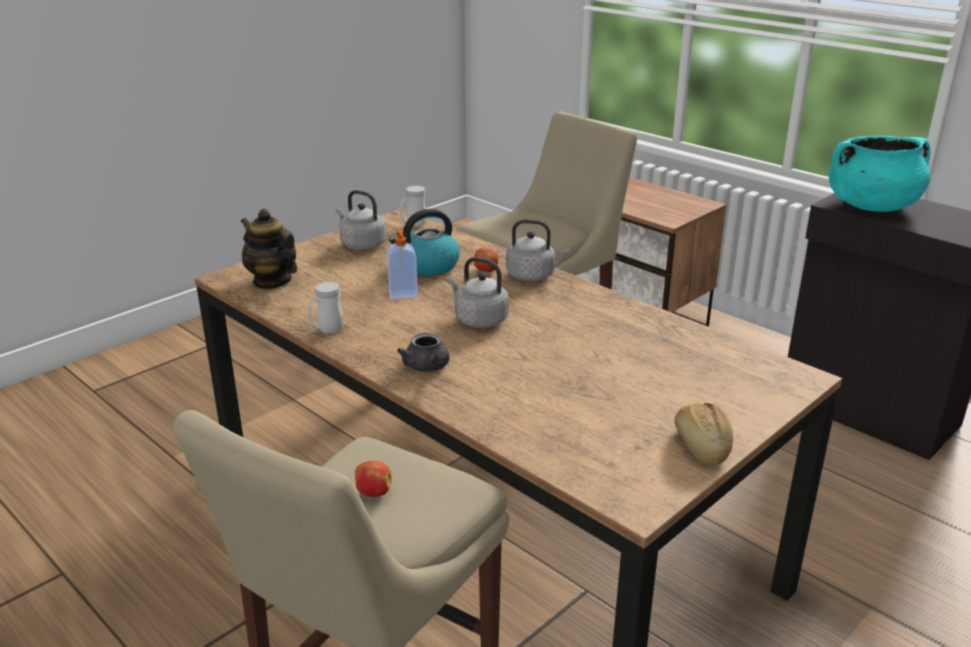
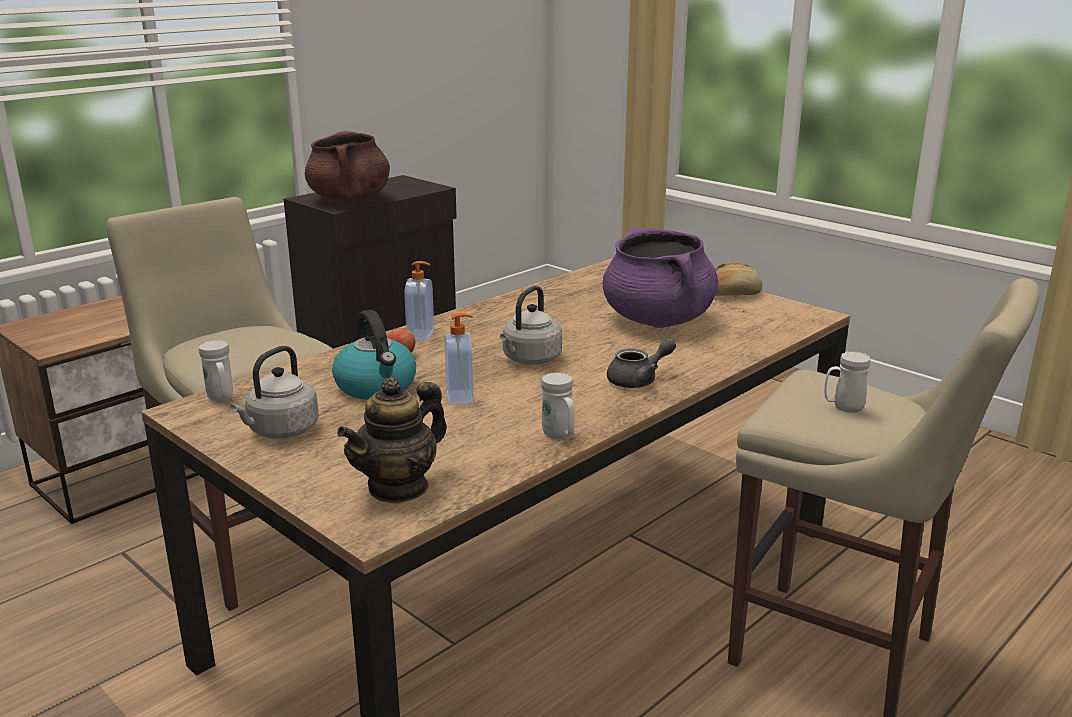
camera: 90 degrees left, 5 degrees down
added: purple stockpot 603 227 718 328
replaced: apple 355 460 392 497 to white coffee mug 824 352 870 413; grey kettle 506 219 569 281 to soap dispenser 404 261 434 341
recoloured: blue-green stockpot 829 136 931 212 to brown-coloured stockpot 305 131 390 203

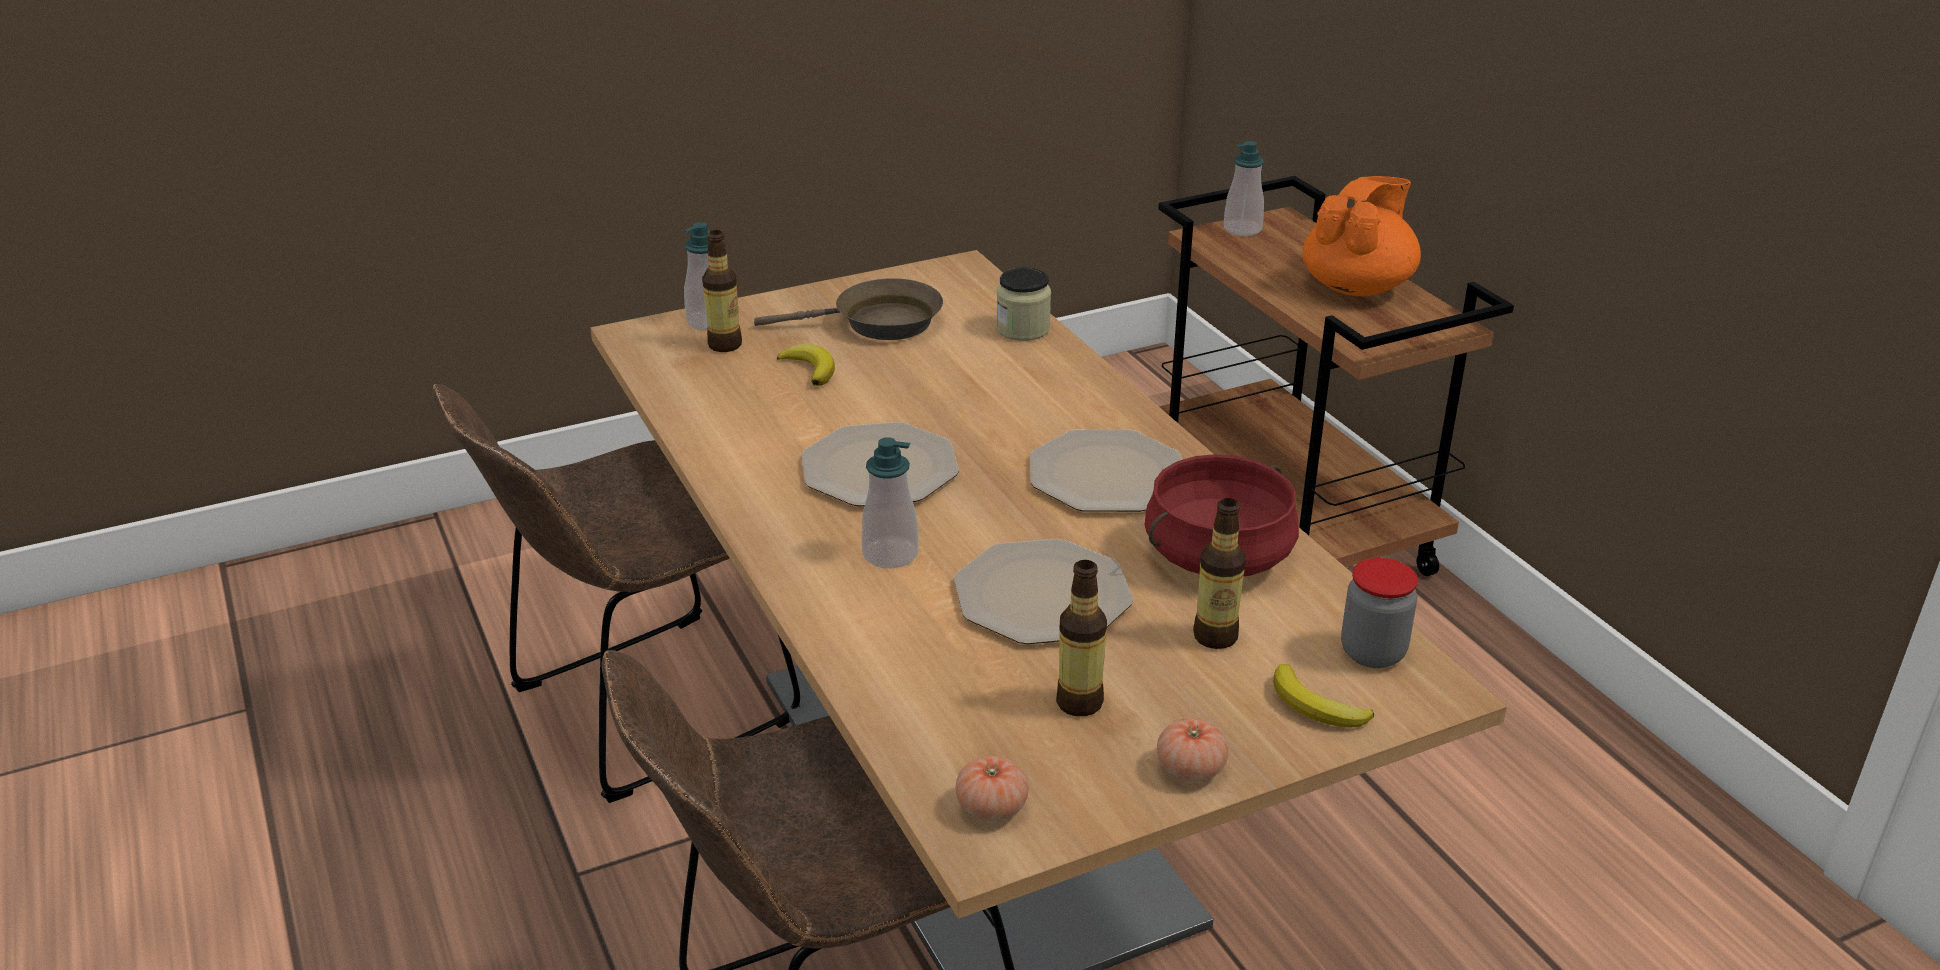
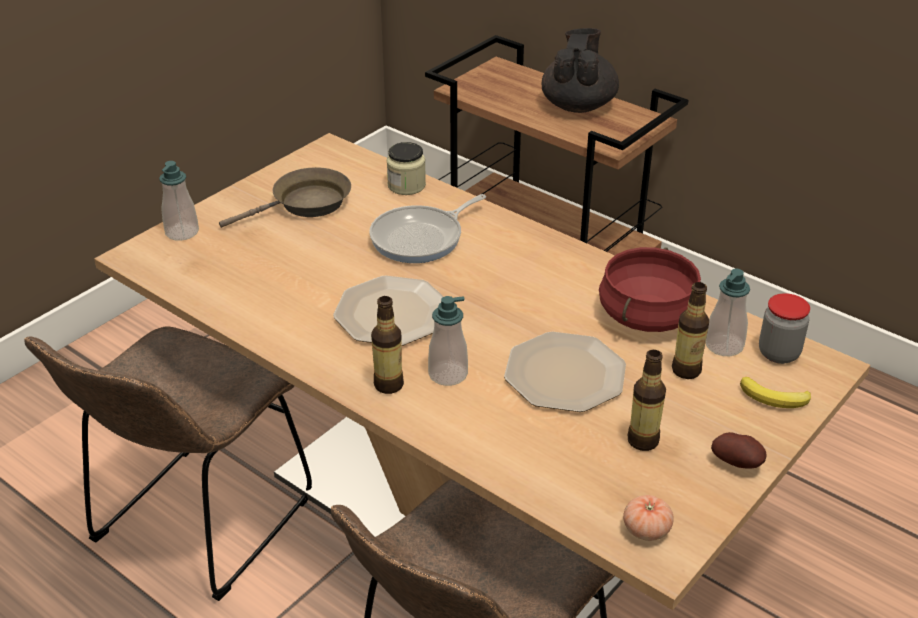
camera: 25 degrees left, 5 degrees up
removed: whole banana 777 344 835 386; dinner plate 1030 429 1182 512
added: pan 369 194 486 263
moved: bottle 702 230 742 352 to 371 296 404 394; soap dispenser 1224 141 1264 236 to 706 269 750 356
replaced: tomato 1157 718 1228 782 to whole potato 711 432 767 468
recoloured: orange teapot 1302 176 1421 296 to black-coloured teapot 542 28 619 113

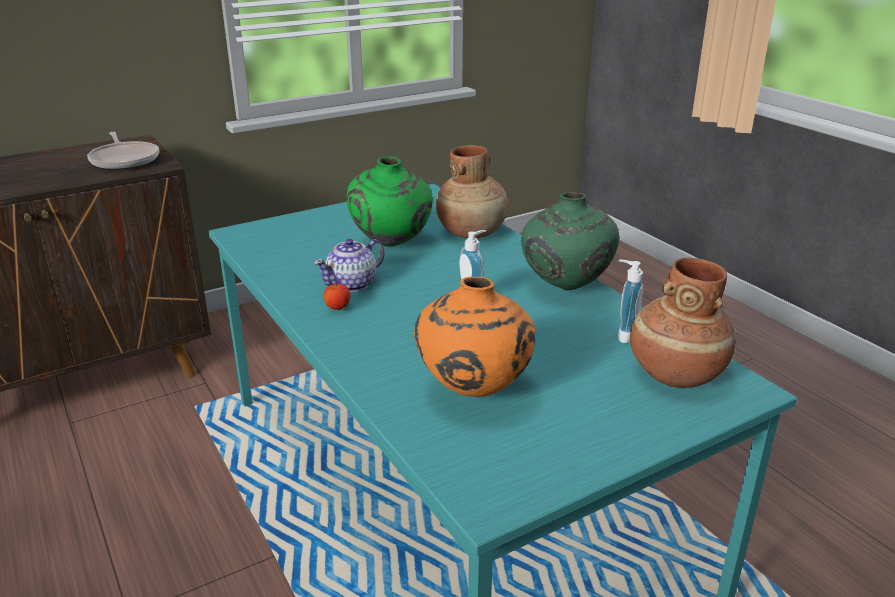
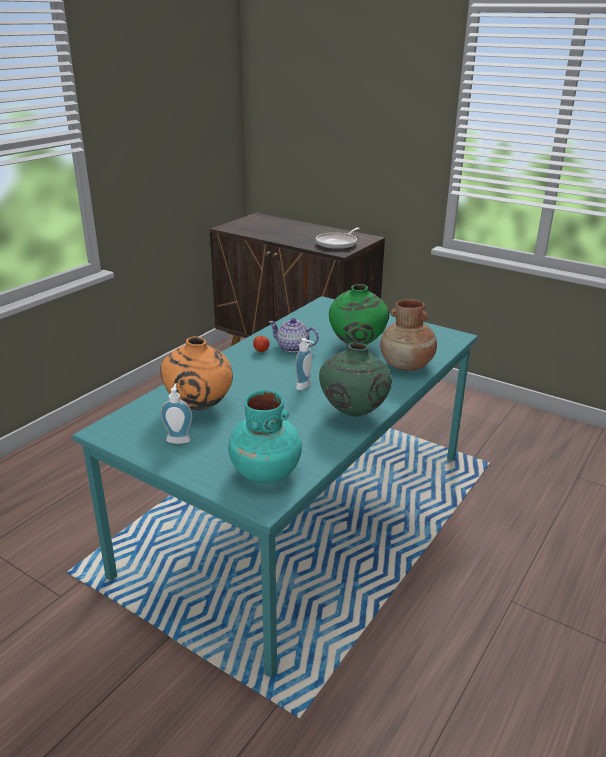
camera: 65 degrees right, 0 degrees up
moved: soap dispenser 618 260 643 343 to 160 383 192 444
recoloured: brown-coloured flower vase 630 258 736 388 to blue-green flower vase 228 390 302 483

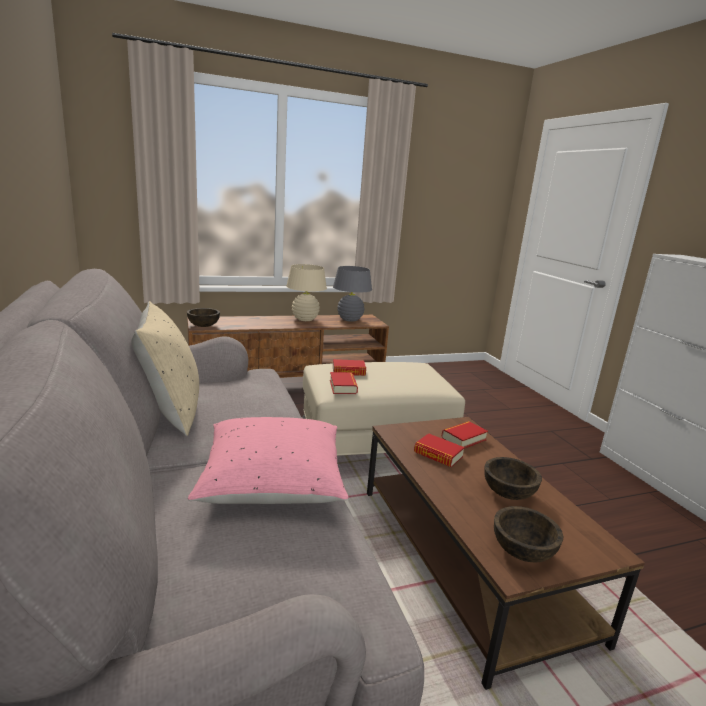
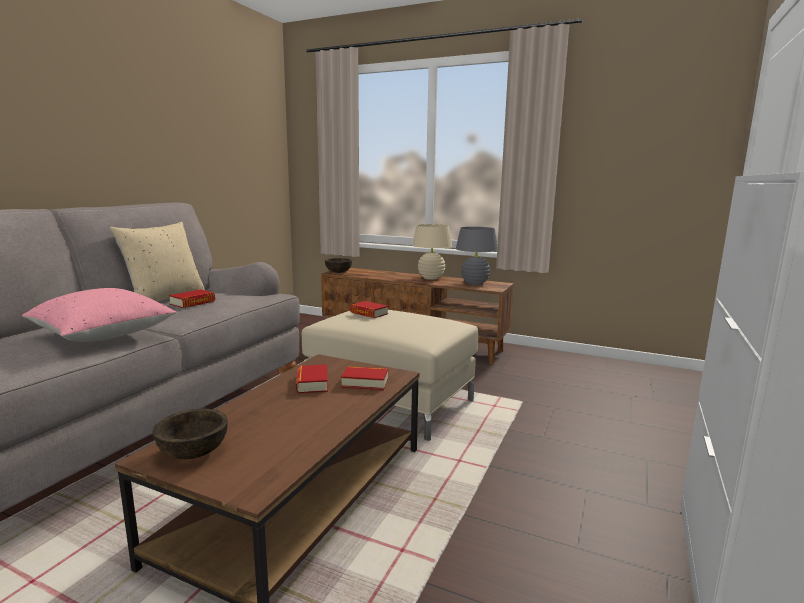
camera: 45 degrees right, 5 degrees down
removed: brown-coloured deep dish 484 457 542 500
moved: volume 330 372 358 394 to 169 289 215 308

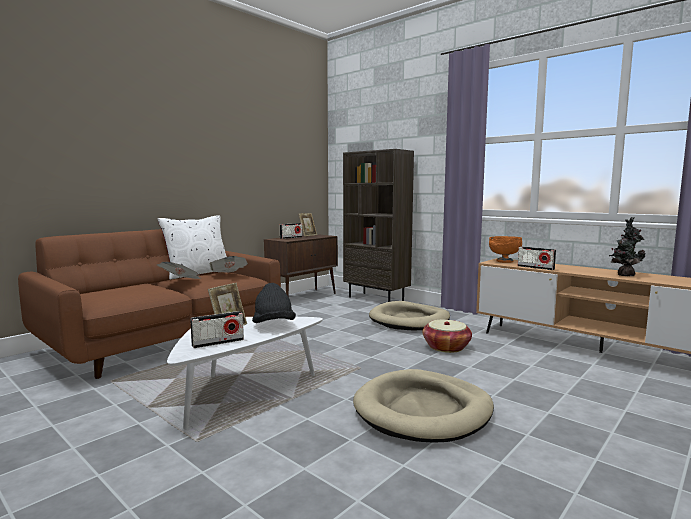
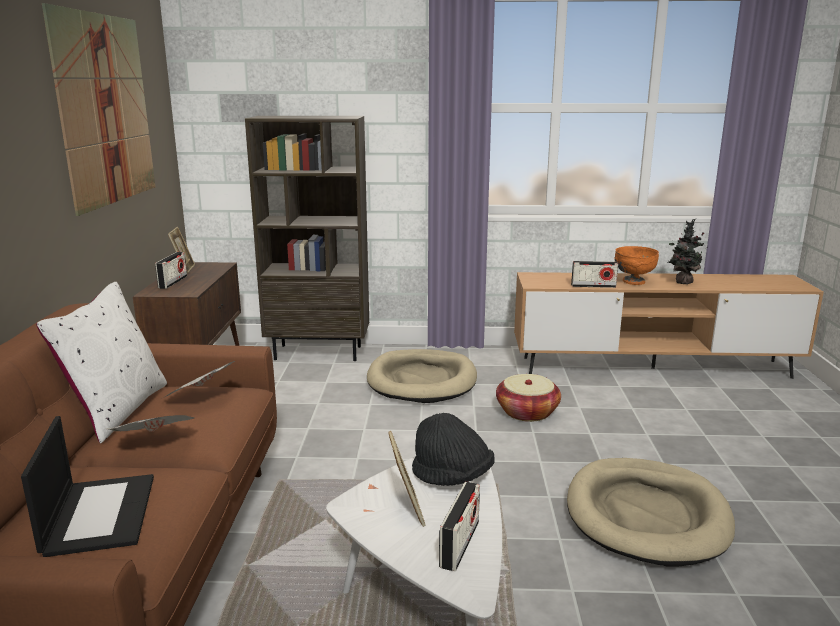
camera: 40 degrees left, 10 degrees up
added: portable computer 21 416 154 557; wall art 42 3 155 216
moved: orange deep dish 489 236 522 263 to 614 246 659 285

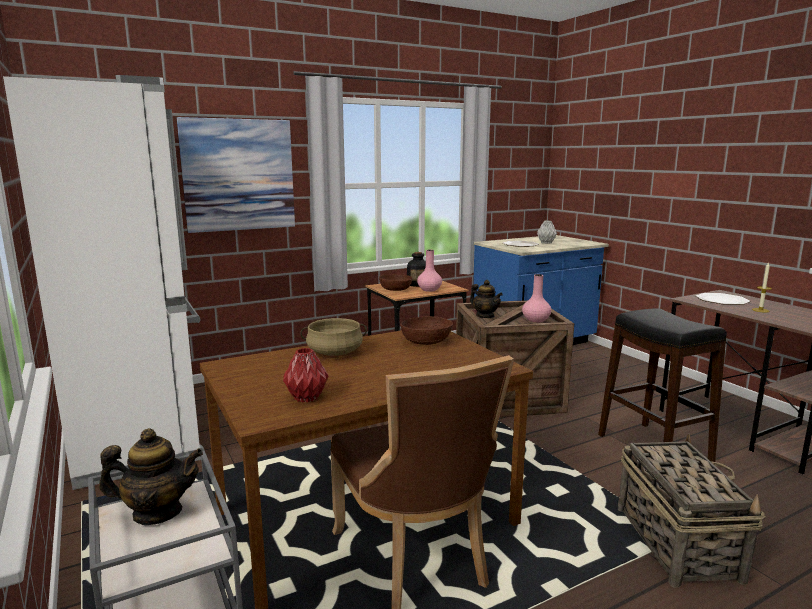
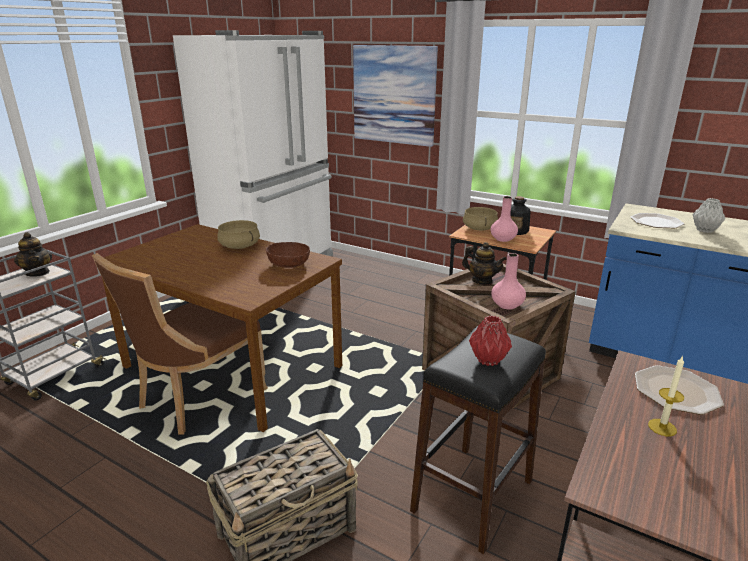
camera: 60 degrees right, 10 degrees up
moved: red-coloured flower vase 283 348 329 403 to 469 315 512 366
replaced: brown-coloured deep dish 379 275 412 291 to sand-coloured stockpot 463 207 498 231
turned: teapot 470 280 503 318 = 462 242 507 284 75 degrees counterclockwise

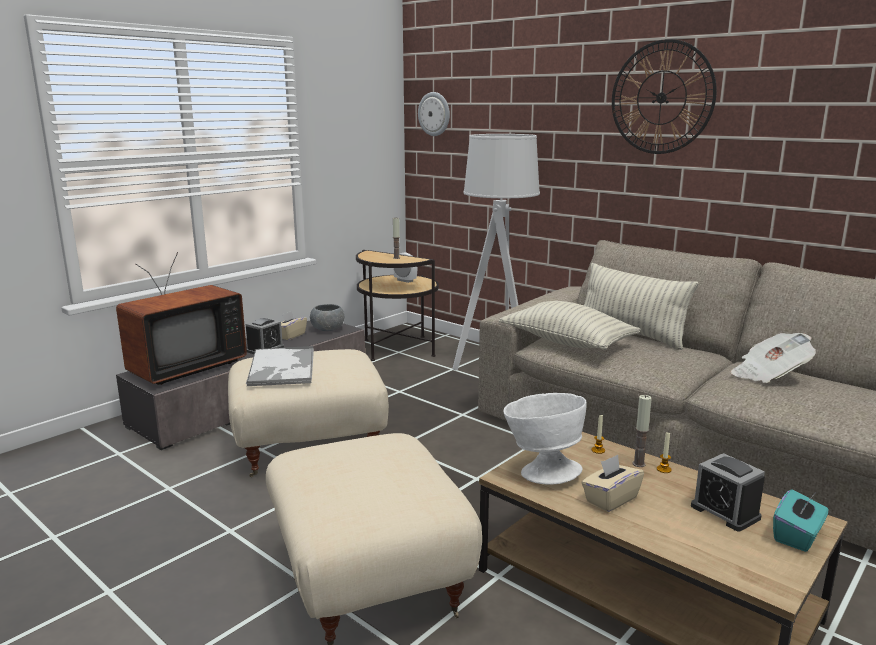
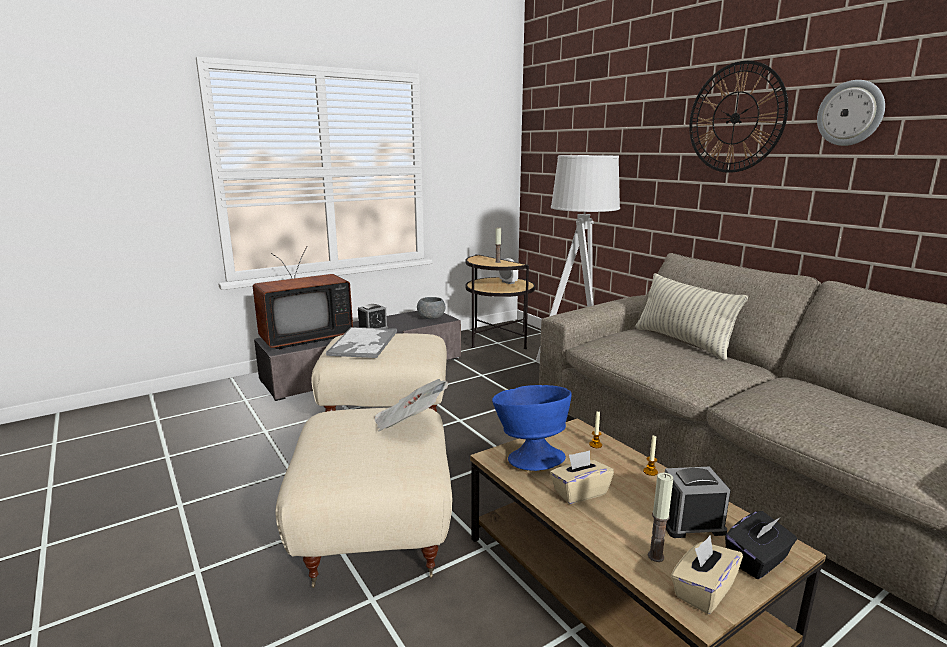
camera: 15 degrees right, 0 degrees up
removed: cushion 499 301 641 350
moved: sand-coloured box of tissues 281 311 307 340 to 671 535 743 614; clock on the wall 418 92 450 136 to 817 80 885 146; wax light 632 395 652 467 to 648 473 673 562; daily paper 731 333 816 383 to 374 379 448 432
recoloured: white deep dish 503 393 587 485 to blue deep dish 492 385 571 471; blue-green box of tissues 773 489 829 552 to black-coloured box of tissues 725 511 797 579
turned: alarm clock 691 453 765 531 = 665 466 731 538 105 degrees clockwise

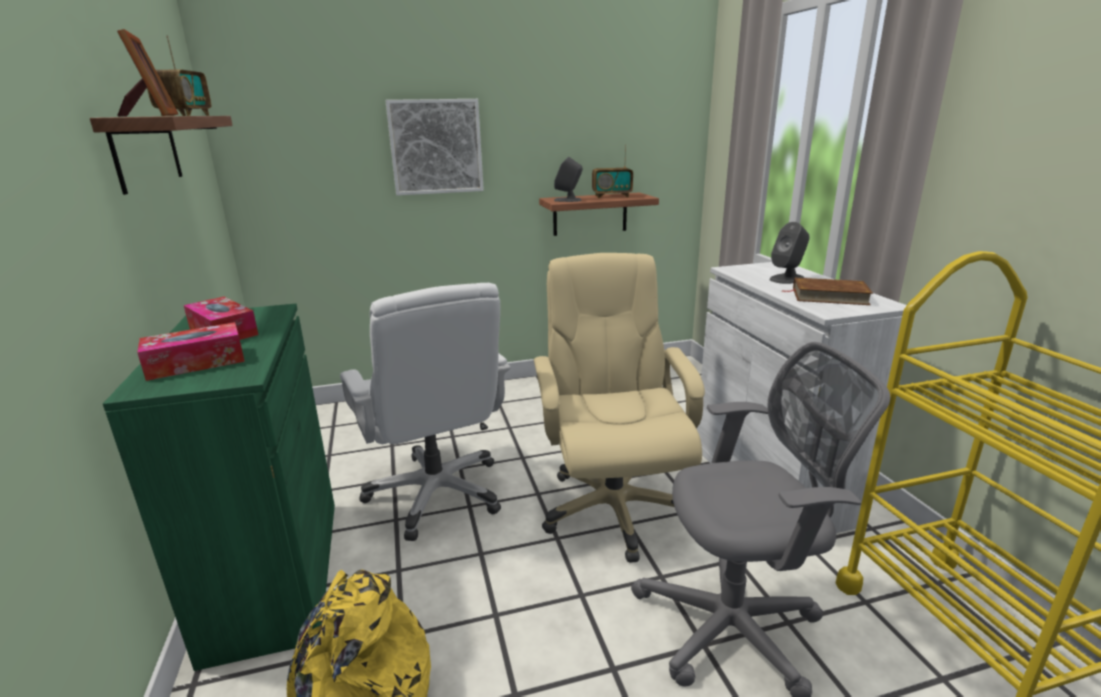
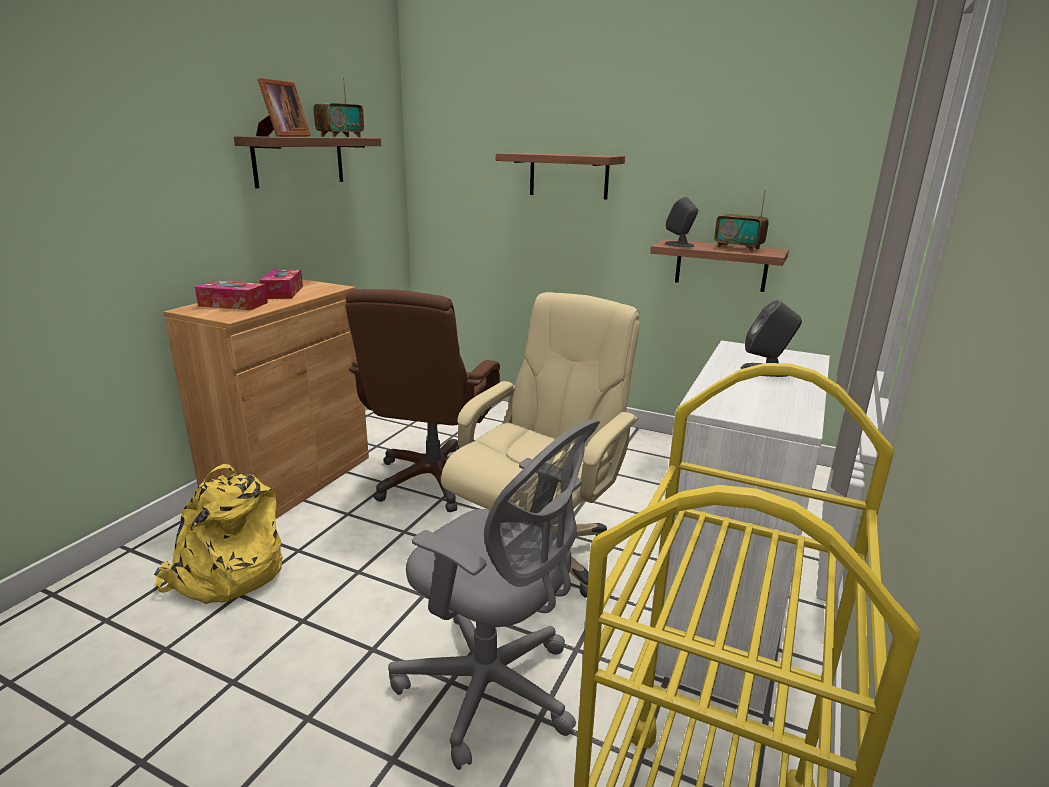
camera: 40 degrees right, 0 degrees up
removed: brown-coloured volume 782 278 873 305
replaced: wall art 385 99 484 196 to bracket shelf 496 153 625 199
recoloured: green cupboard 103 304 335 671 to brown-coloured cupboard 164 279 369 519; white desk chair 340 283 511 541 to brown-coloured desk chair 346 289 500 512

